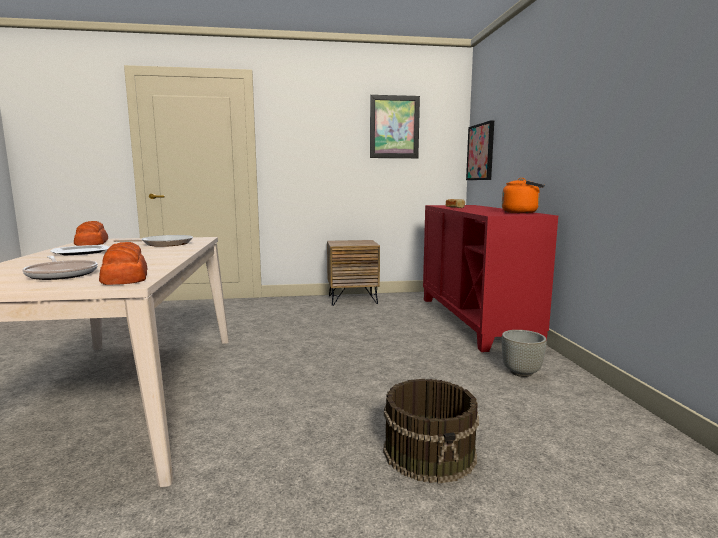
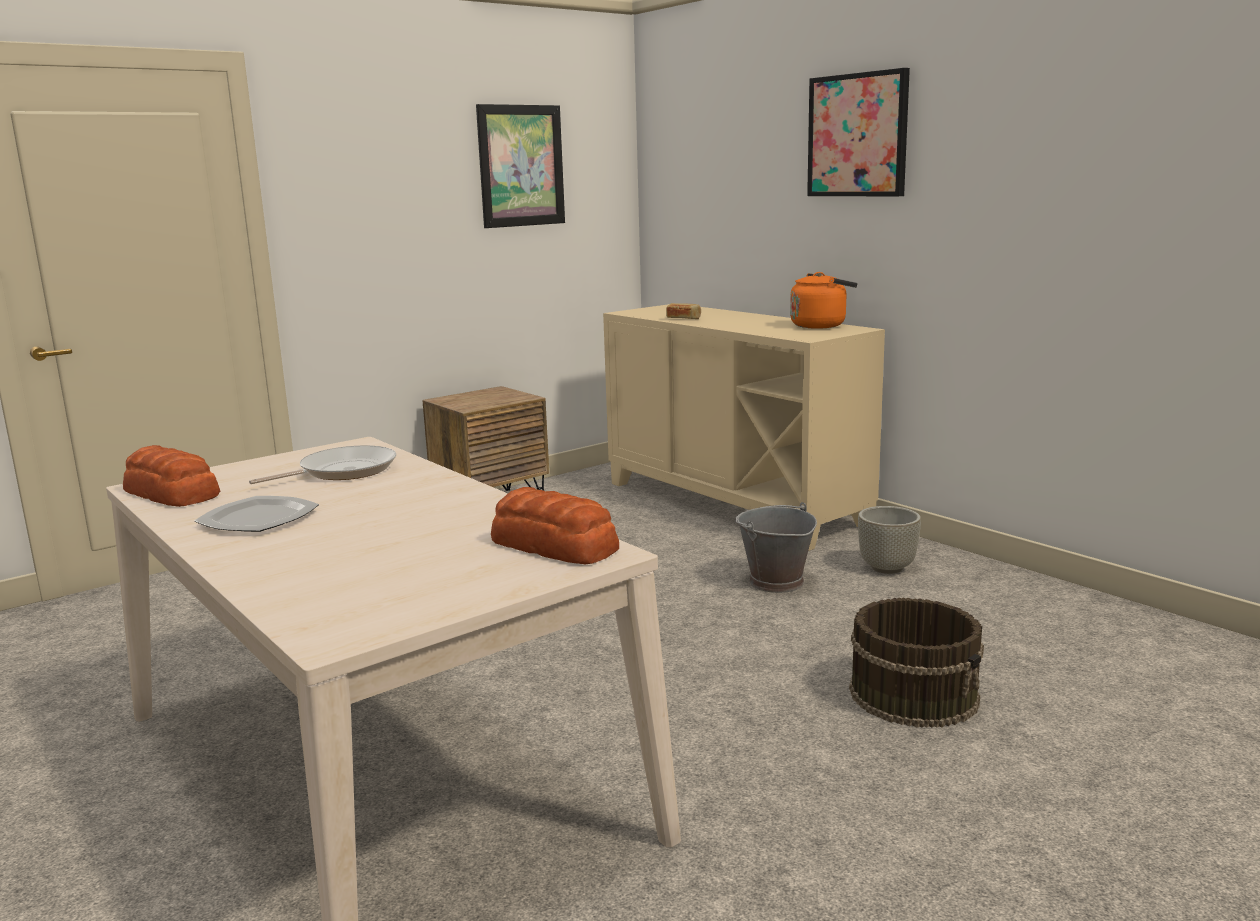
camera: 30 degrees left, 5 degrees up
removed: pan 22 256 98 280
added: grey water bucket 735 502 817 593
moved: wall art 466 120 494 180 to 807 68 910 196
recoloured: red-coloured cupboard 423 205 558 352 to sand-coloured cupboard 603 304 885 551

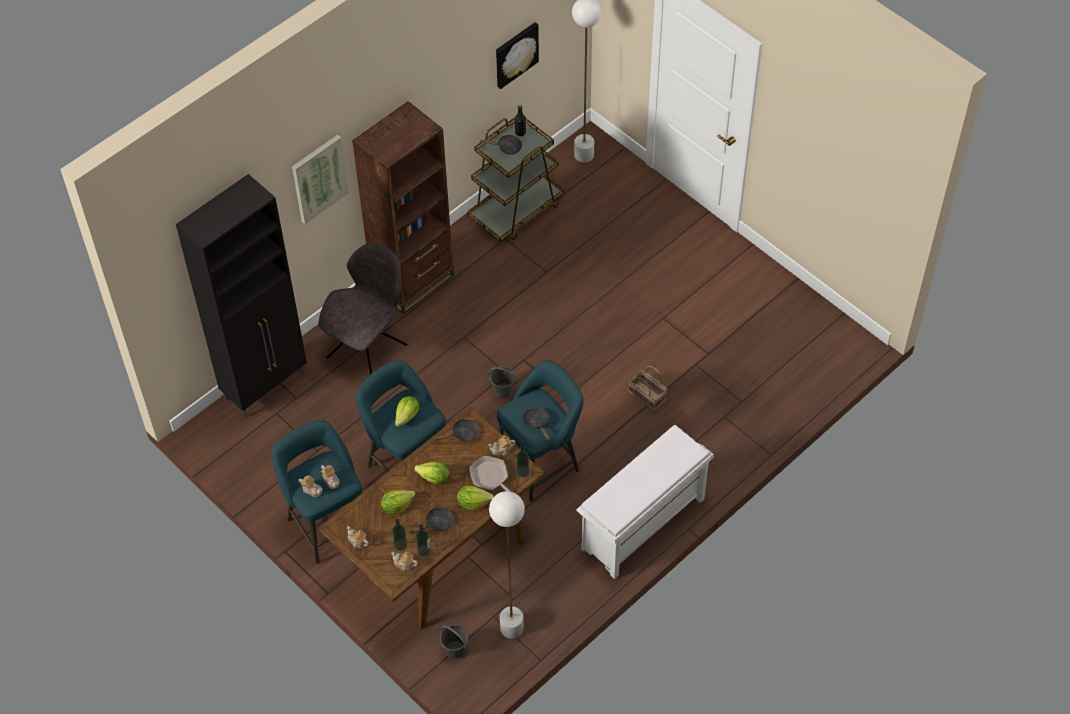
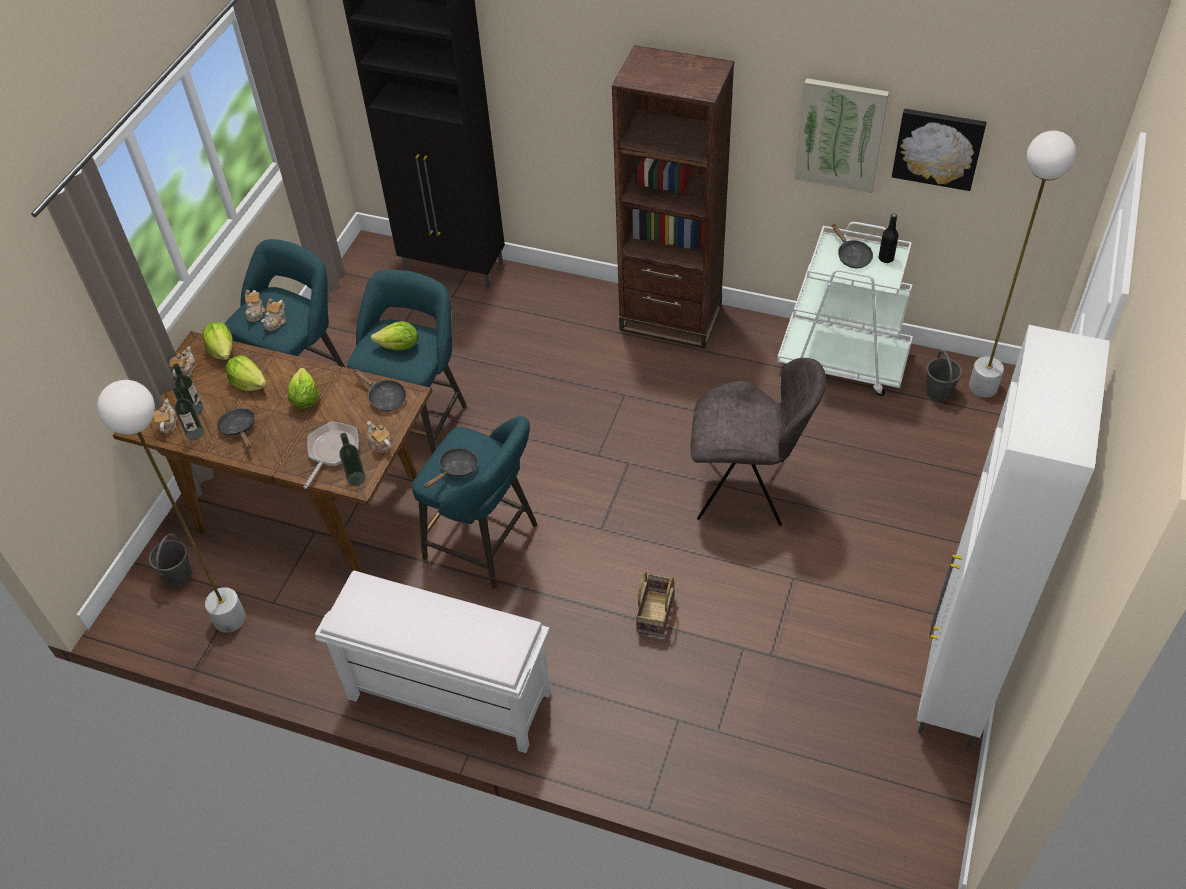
camera: 65 degrees right, 5 degrees down
added: white cupboard 917 325 1110 747
moved: wall art 292 135 349 224 to 795 78 889 193; grey upright chair 319 243 408 375 to 691 358 826 526; lettuce 457 486 494 509 to 202 322 233 360; grey water bucket 488 366 517 398 to 926 350 962 401
recoloured: brown-coloured wheeled cart 467 117 564 242 to white wheeled cart 777 222 913 396
turned: black-coloured pan 409 507 454 534 = 217 408 255 449 150 degrees counterclockwise

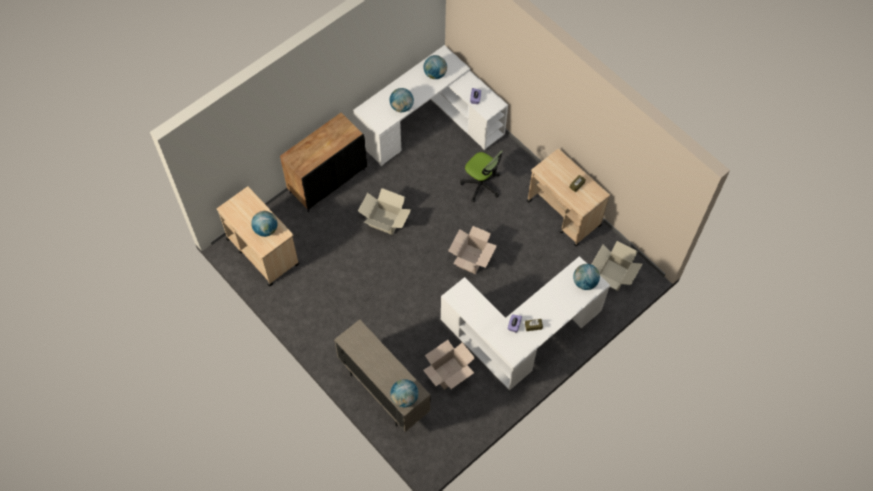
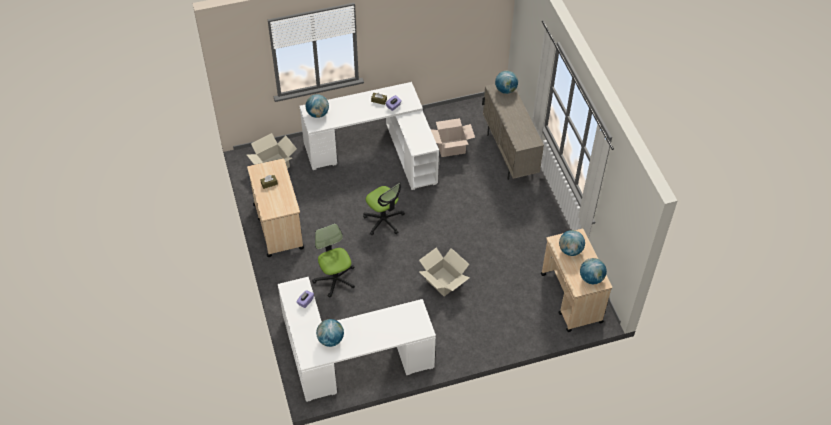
camera: 155 degrees left, 10 degrees down
removed: black-coloured cupboard 280 113 367 212
moved: world globe 390 88 414 112 to 580 258 607 284
replaced: cardboard box 448 226 497 274 to desk chair 363 183 405 236

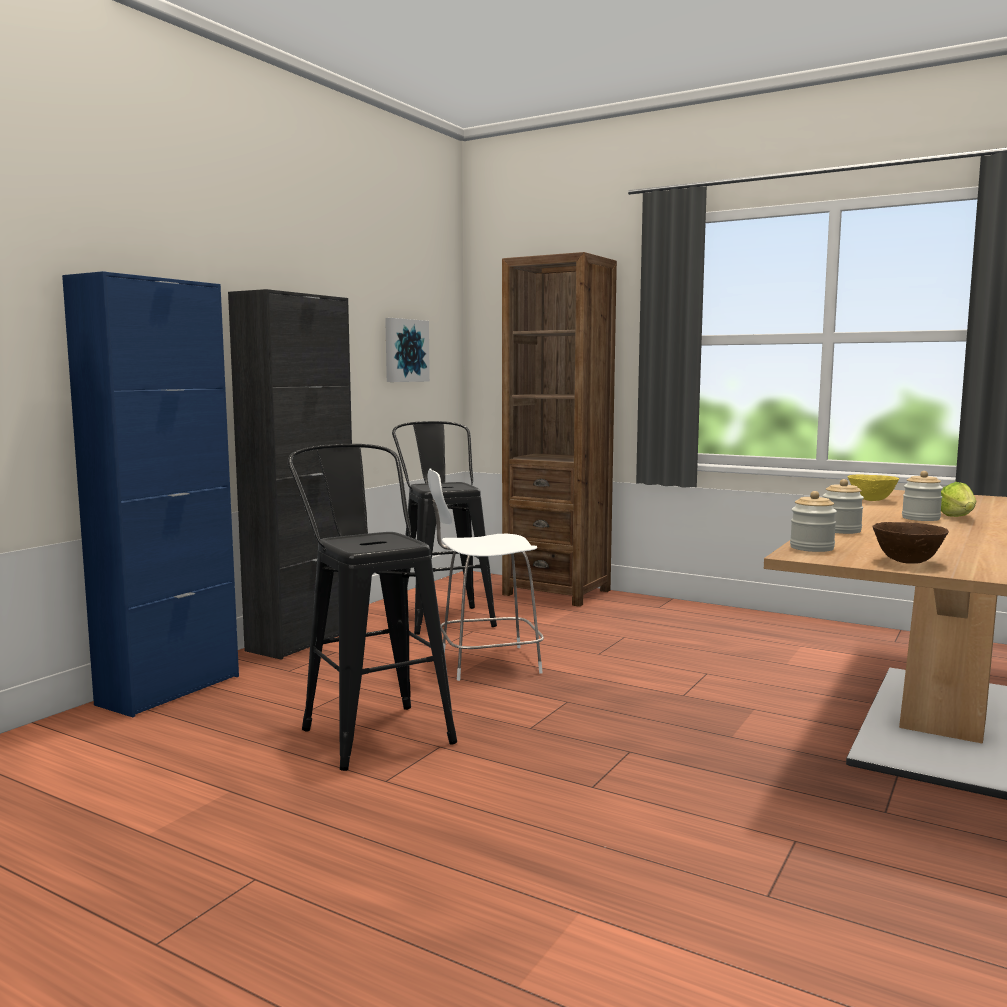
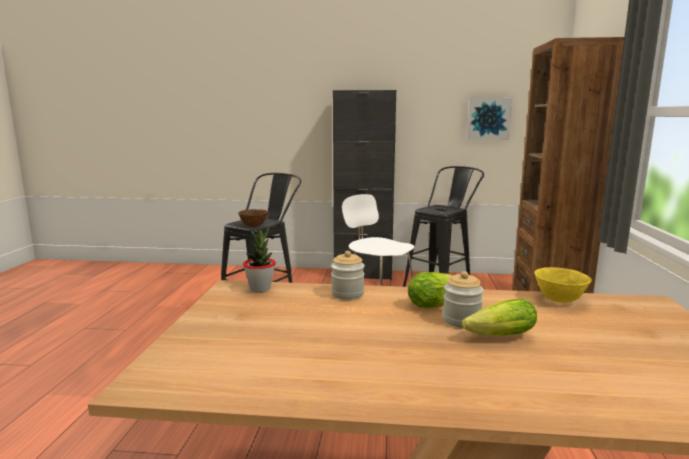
camera: 65 degrees right, 5 degrees up
removed: blue cupboard 62 271 239 717
added: lettuce 408 272 453 308
moved: brown-coloured deep dish 872 522 949 564 to 238 209 269 227
replaced: storage jar 790 491 837 552 to houseplant 243 226 276 292

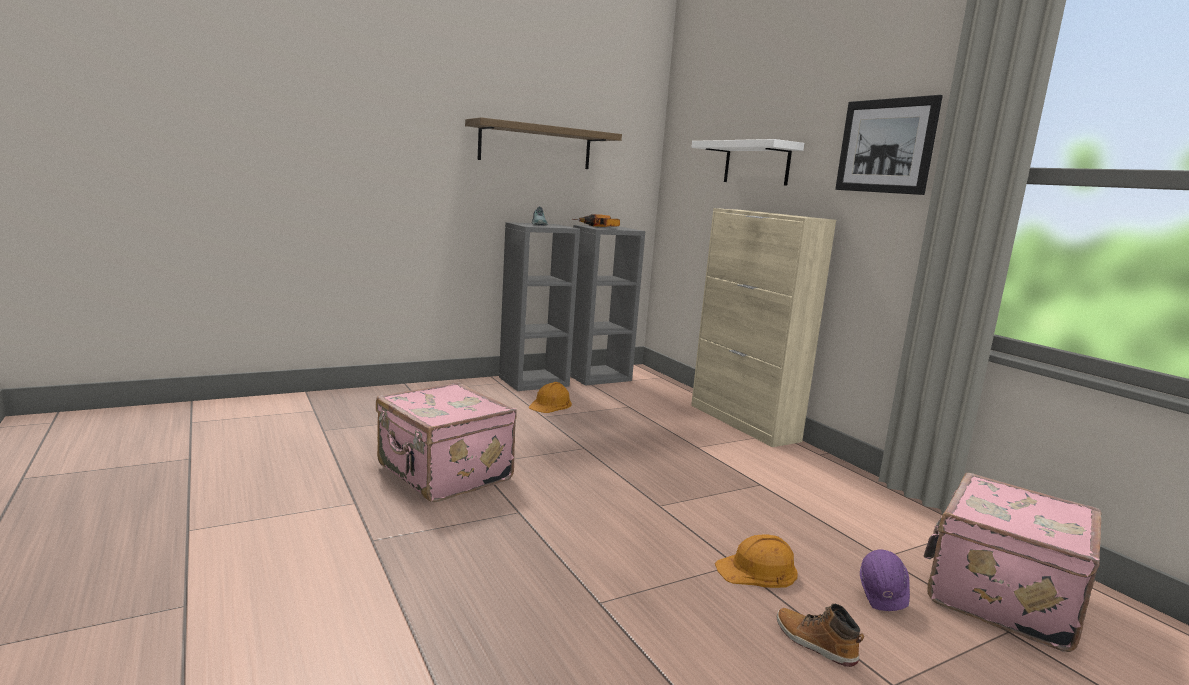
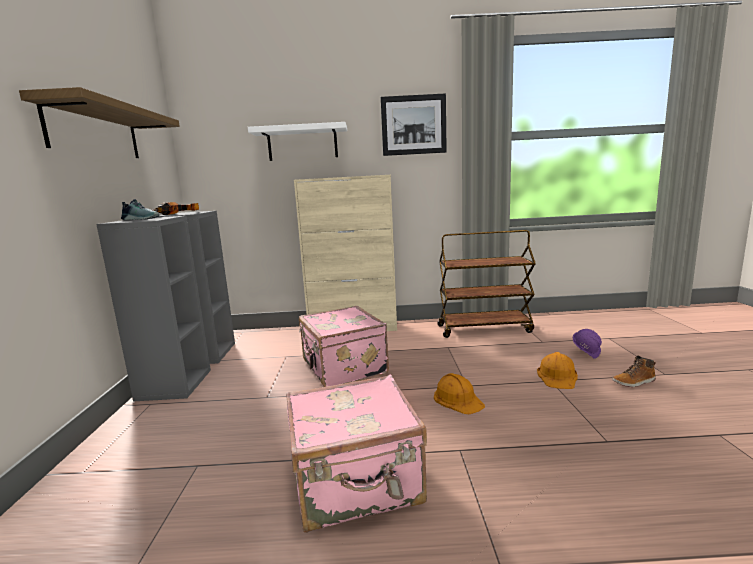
camera: 60 degrees left, 0 degrees up
added: brown-coloured wheeled cart 437 230 536 338
moved: orange safety helmet 529 382 572 413 to 434 373 485 414; pink-coloured travel case 924 473 1102 652 to 299 306 389 387

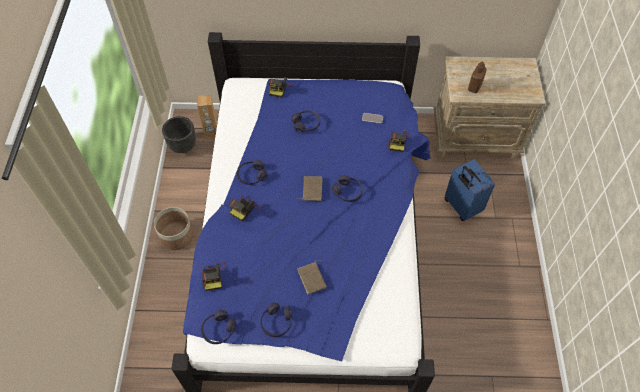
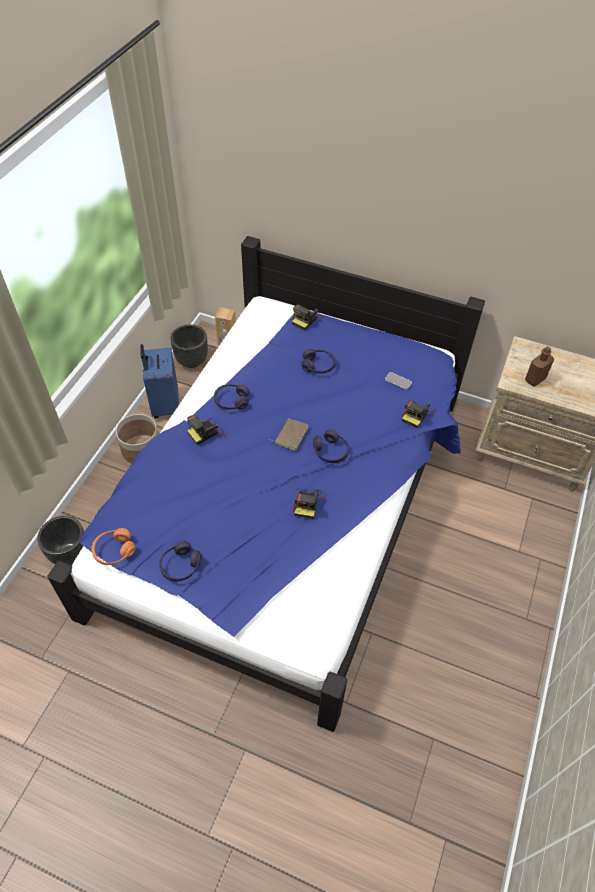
camera: 20 degrees right, 5 degrees down
removed: brown-coloured volume 297 260 327 295
added: black-coloured flower pot 37 516 84 565
moved: still camera 200 262 225 291 to 293 488 325 519; blue travel case 445 159 495 221 to 140 344 179 419
recoloured: purple headset 201 310 237 344 to orange headset 91 528 135 565

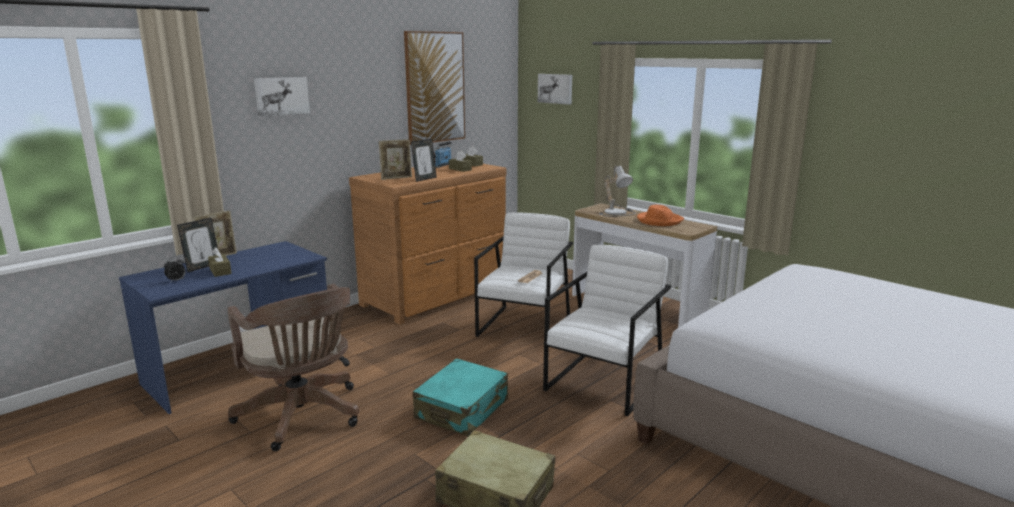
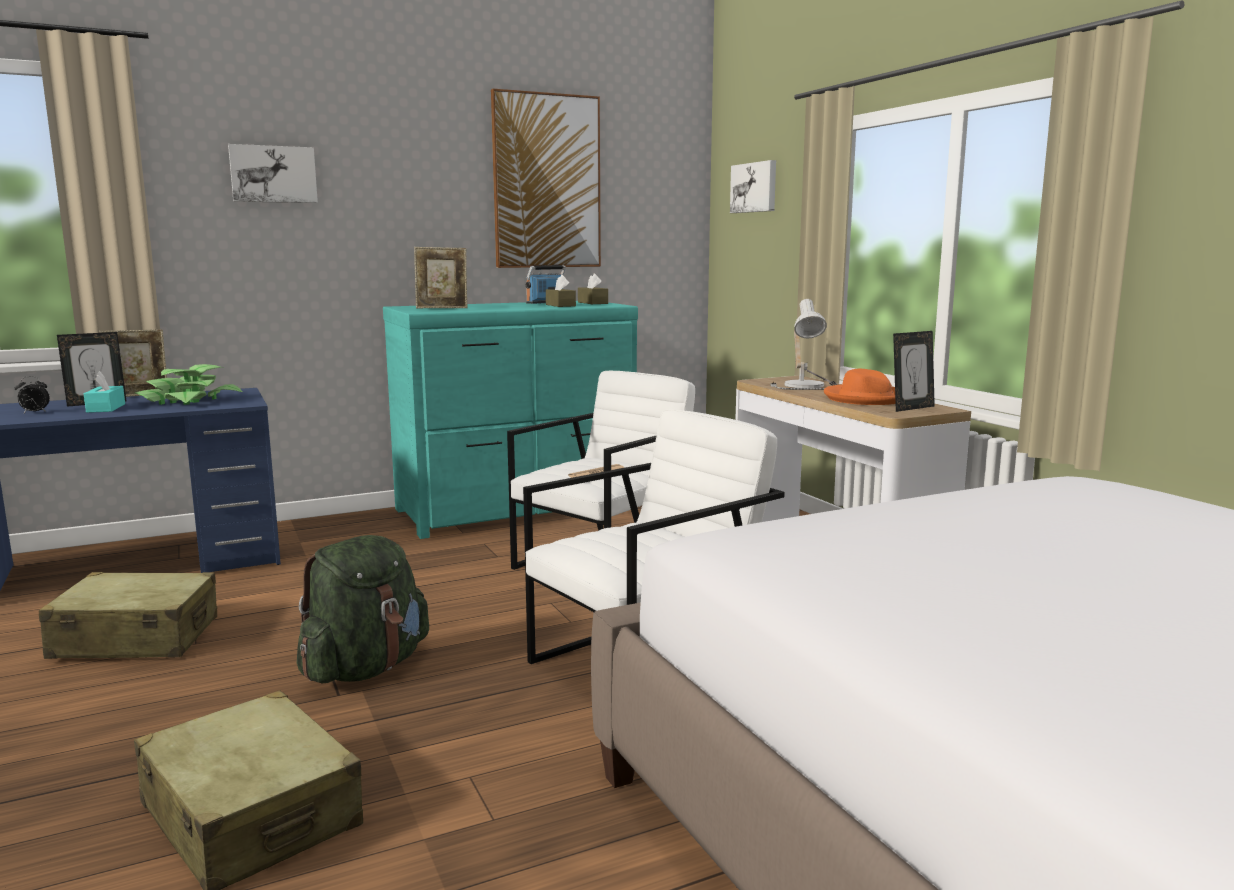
camera: 20 degrees right, 5 degrees down
added: houseplant 135 364 242 405
moved: picture frame 411 139 437 182 to 893 331 935 412
replaced: brown-coloured desk chair 227 284 359 451 to sand-coloured travel case 39 572 217 659; blue-green travel case 413 358 508 437 to green backpack 296 535 429 683
recoloured: brown-coloured box of tissues 208 247 232 277 to blue-green box of tissues 84 371 125 413; brown-coloured dresser 349 164 506 325 to blue-green dresser 383 301 638 539

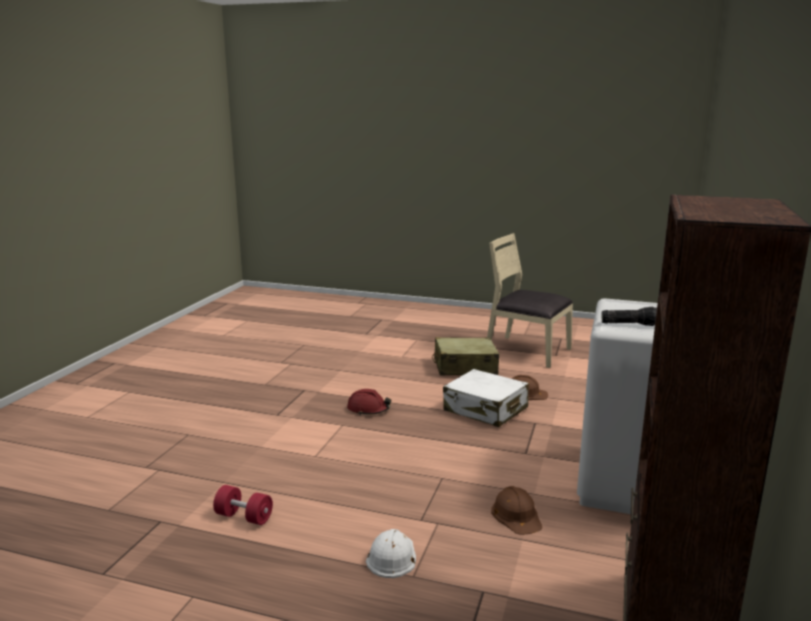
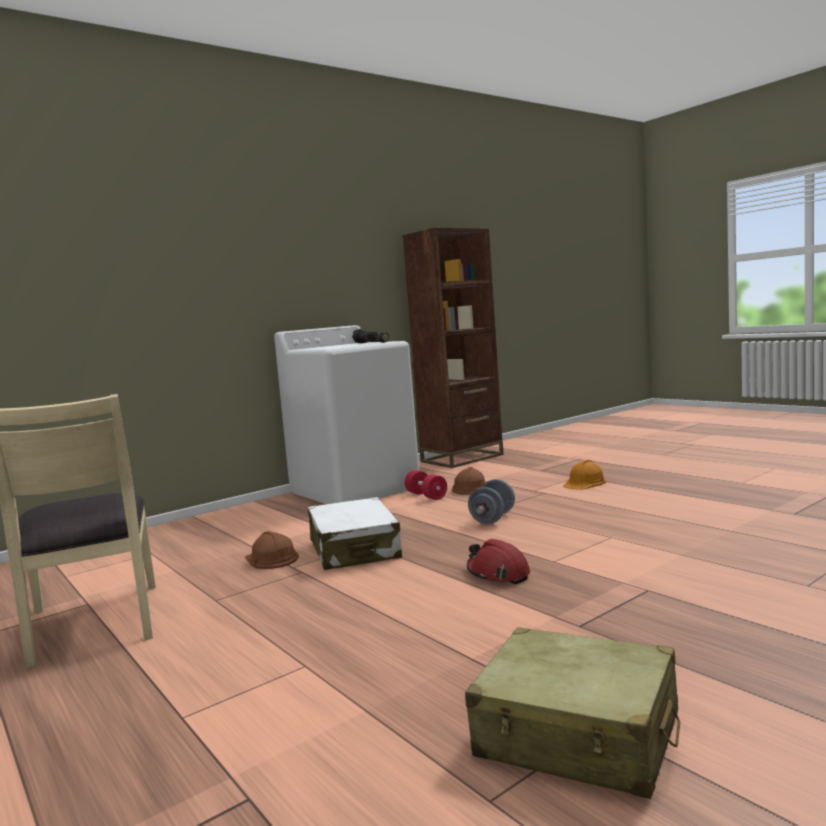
camera: 145 degrees left, 10 degrees down
added: grey dumbbell 468 479 515 524
moved: red-coloured dumbbell 213 485 273 525 to 405 470 447 500; sand-coloured travel case 432 337 500 375 to 465 627 680 799
recoloured: white safety helmet 366 529 416 578 to orange safety helmet 563 460 606 490

